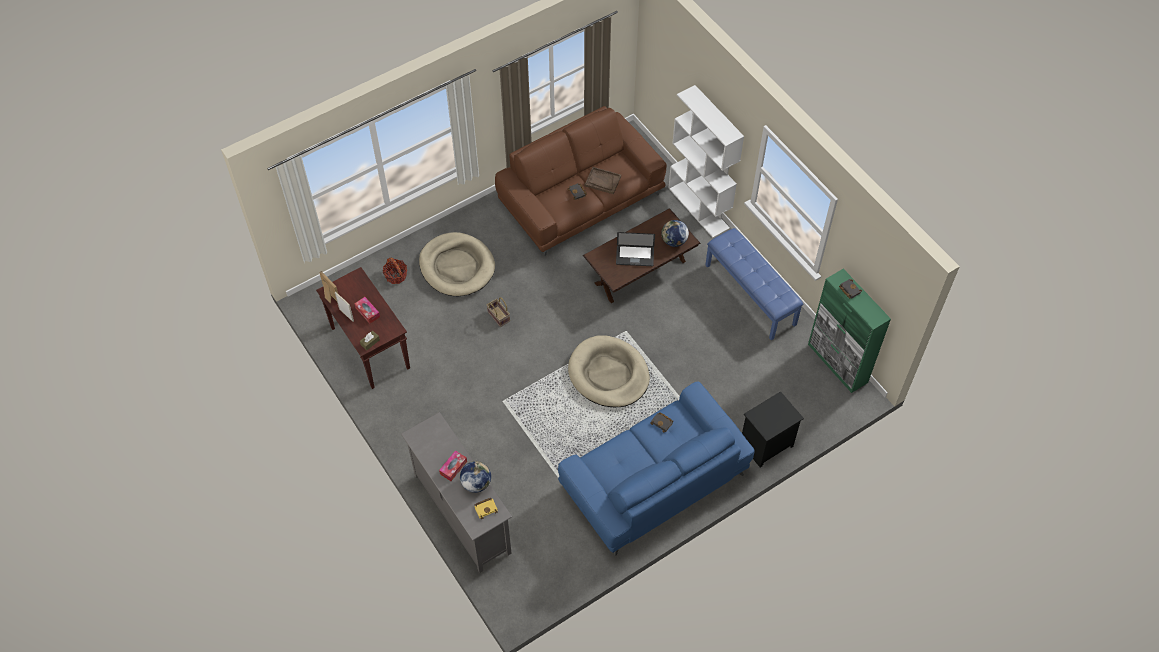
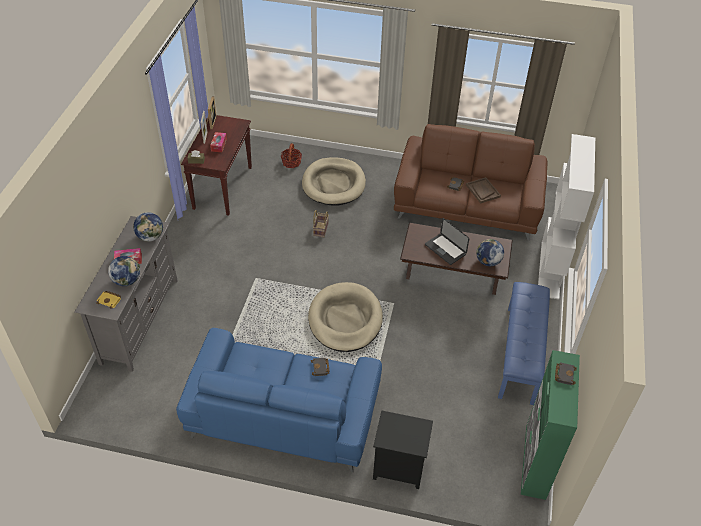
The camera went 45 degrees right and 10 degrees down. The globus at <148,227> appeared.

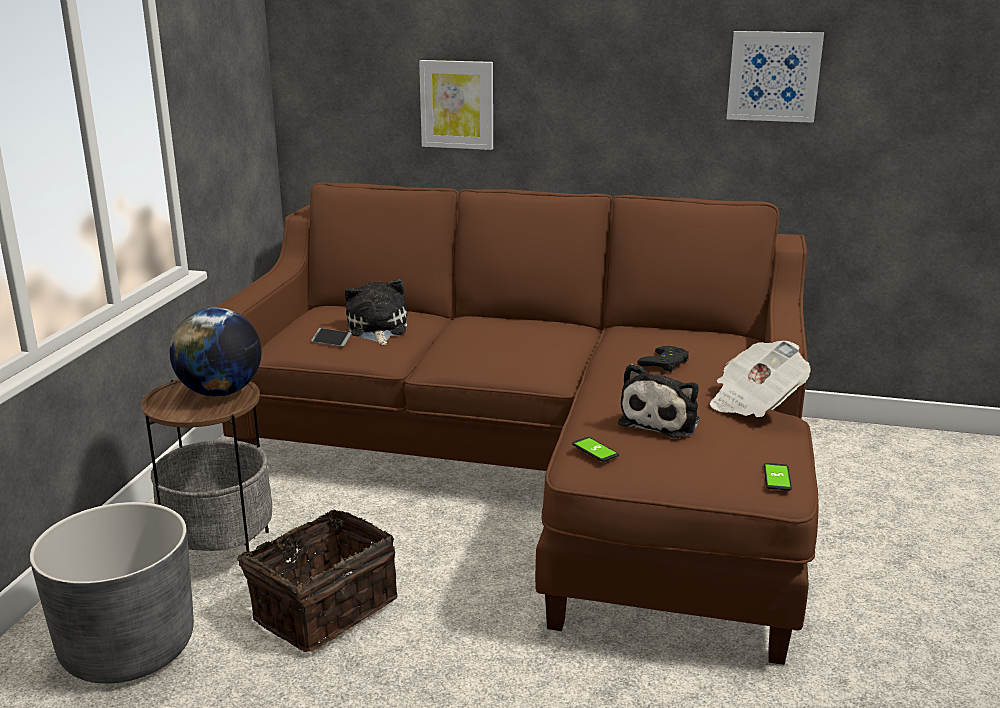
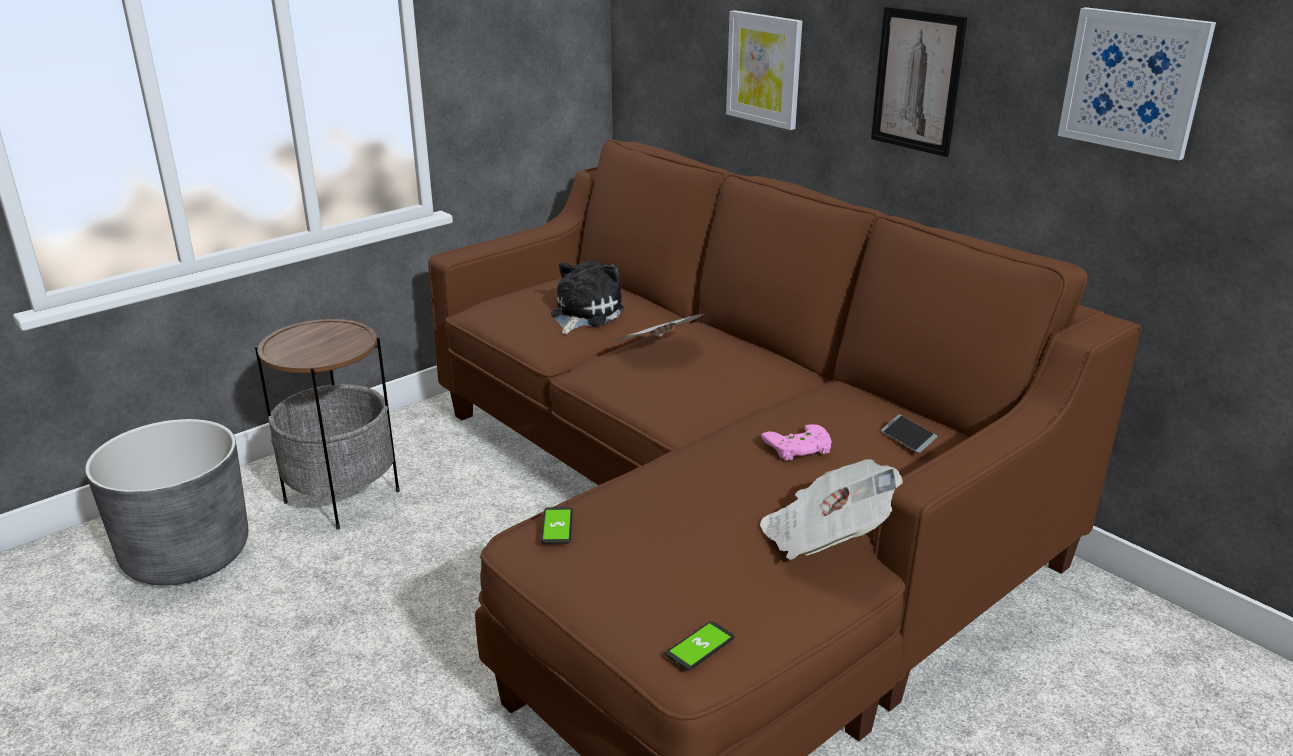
The camera went 35 degrees right and 5 degrees up. The globus at <216,352> disappeared. The telefon moved from <331,337> to <909,434>. The pad do gier [czarny] at <663,359> became the pad do gier [różowy] at <796,442>. The pluszak at <659,401> disappeared. The koszyk at <316,581> disappeared. The obraz at <919,81> appeared. The gazeta at <659,328> appeared.

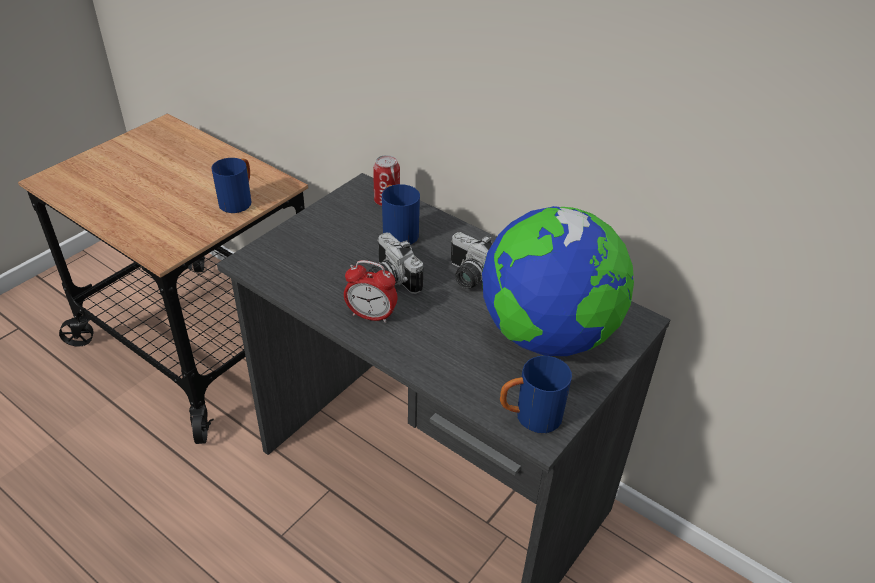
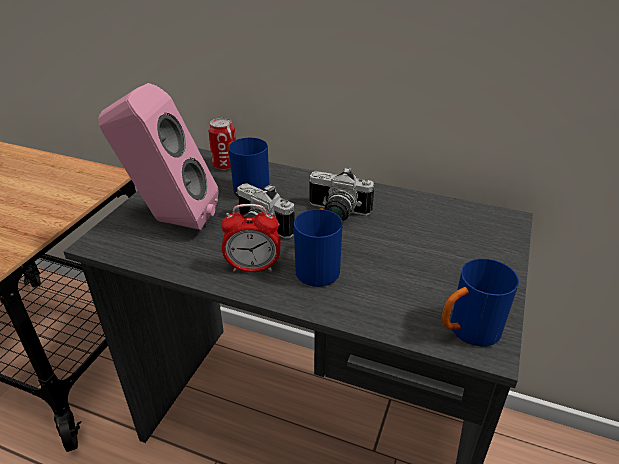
The camera went 15 degrees left and 5 degrees down. The kubek [niebieski] moved from <231,185> to <318,247>. The globus at <558,281> disappeared. The głośnik [różowy] at <158,156> appeared.

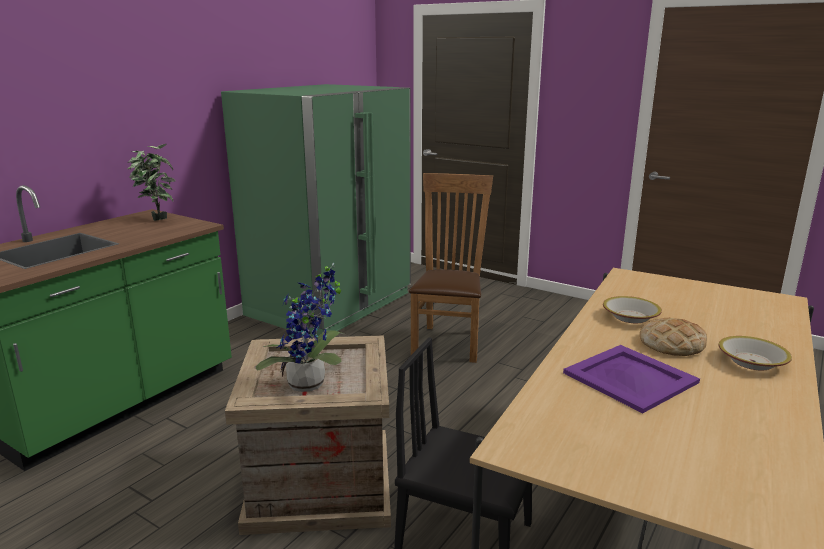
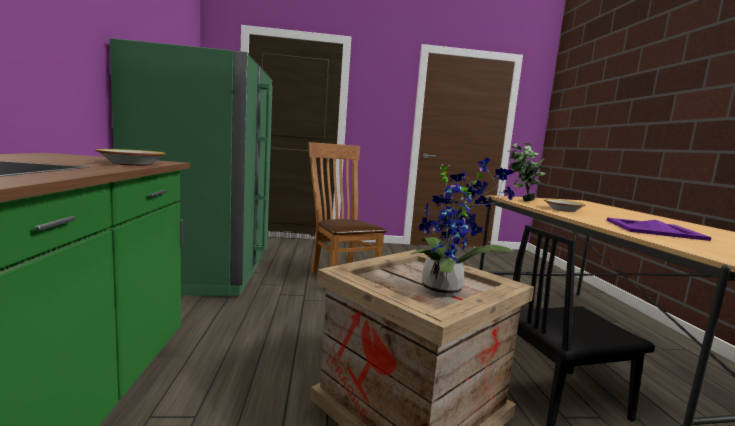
The camera went 40 degrees left and 10 degrees down. The roślina doniczkowa moved from <151,182> to <527,172>. The chleb at <673,337> disappeared. The miska moved from <755,353> to <130,157>.

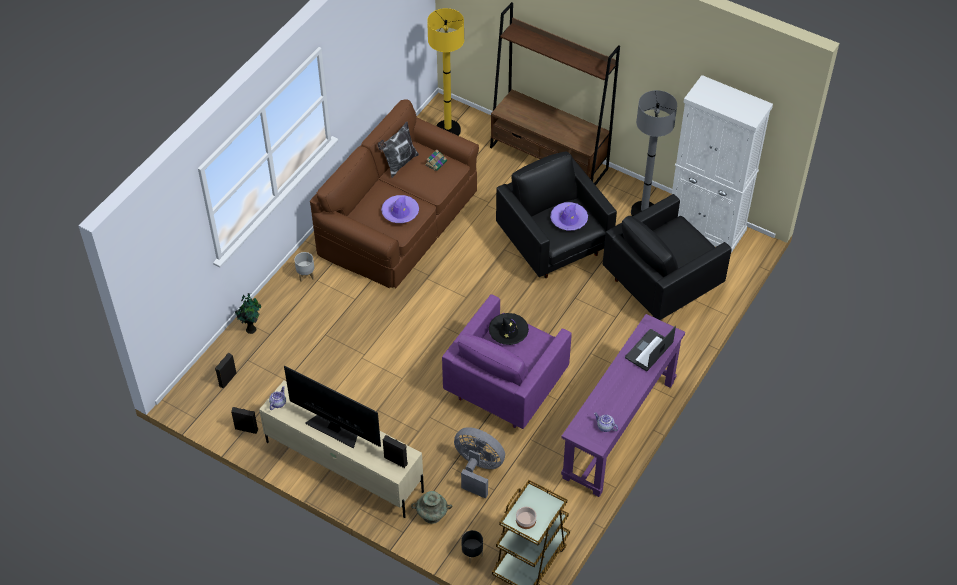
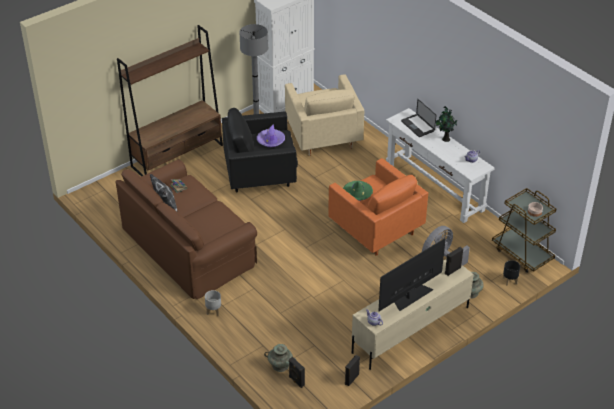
The camera went 70 degrees left and 10 degrees down. The lampa stojąca [żółty] at <445,72> disappeared. The fotel [czarny] at <667,257> became the fotel [beżowy] at <325,115>. The kapelusz [fioletowy] at <400,209> disappeared. The roślina doniczkowa moved from <248,313> to <446,124>. The fotel [fioletowy] at <507,361> became the fotel [pomarańczowy] at <378,207>. The kapelusz [czarny] at <509,329> became the kapelusz [zielony] at <358,191>. The stolik konsolowy [fioletowy] at <623,405> became the stolik konsolowy [biały] at <440,165>. The wazon [turkusowy] at <280,358> appeared.

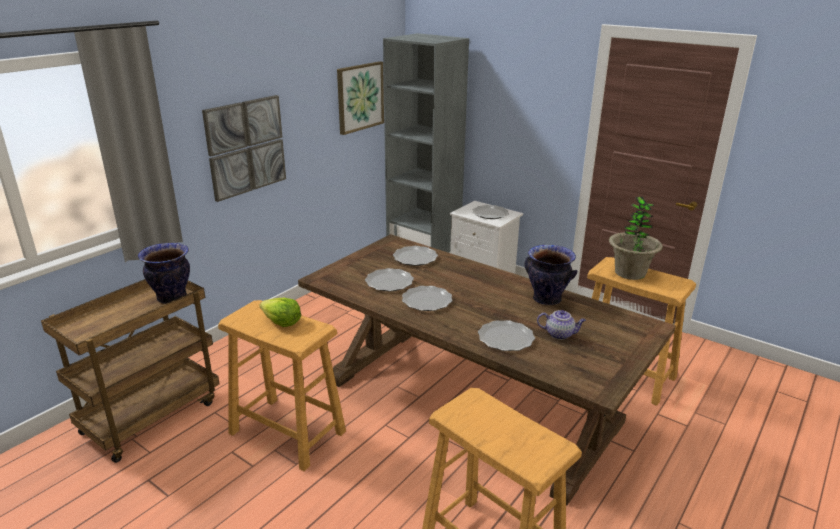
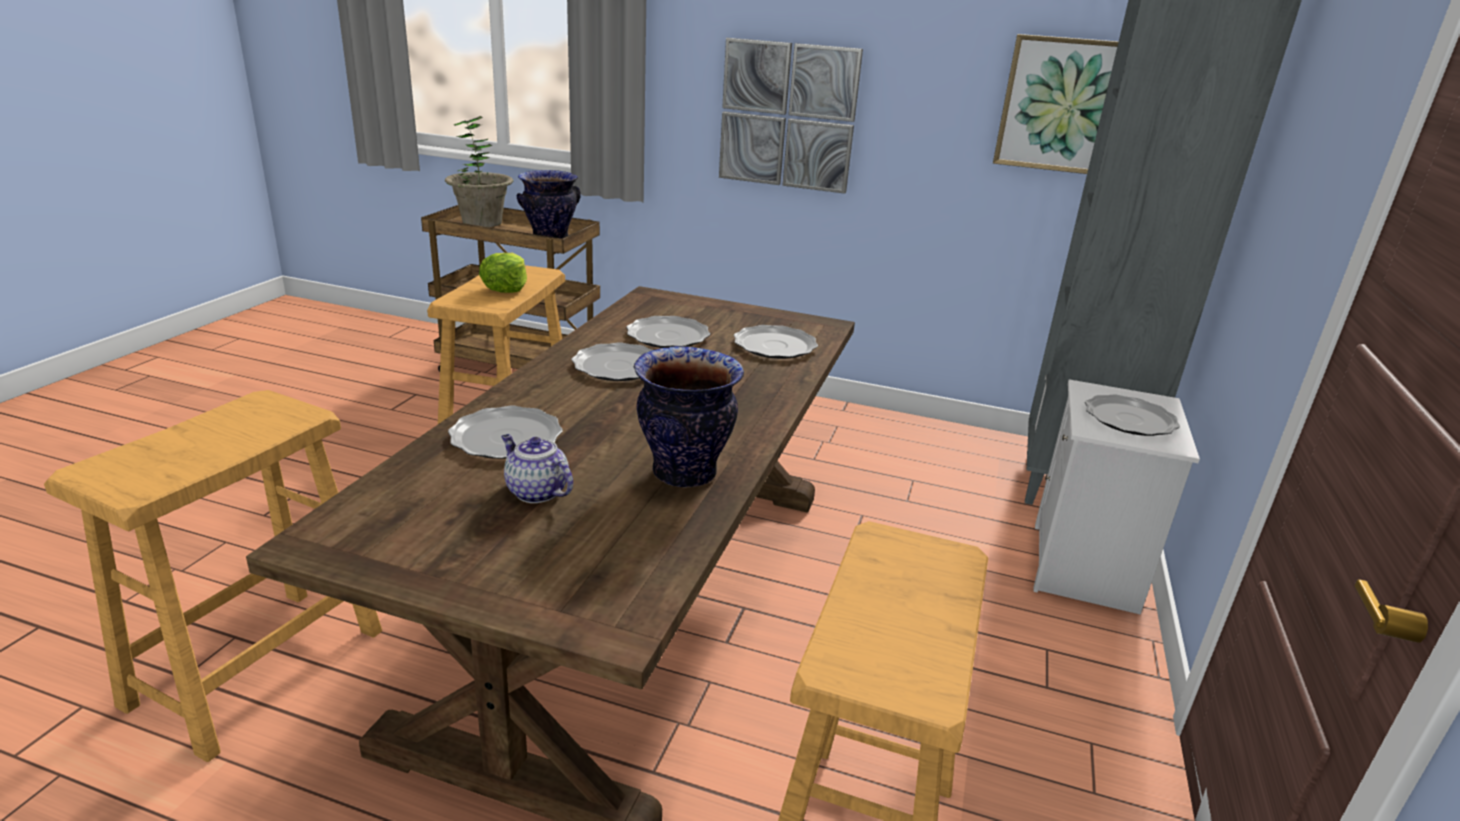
The camera went 70 degrees right and 0 degrees up. The roślina doniczkowa moved from <636,238> to <479,171>. The imbryk at <561,325> turned 135 degrees clockwise.

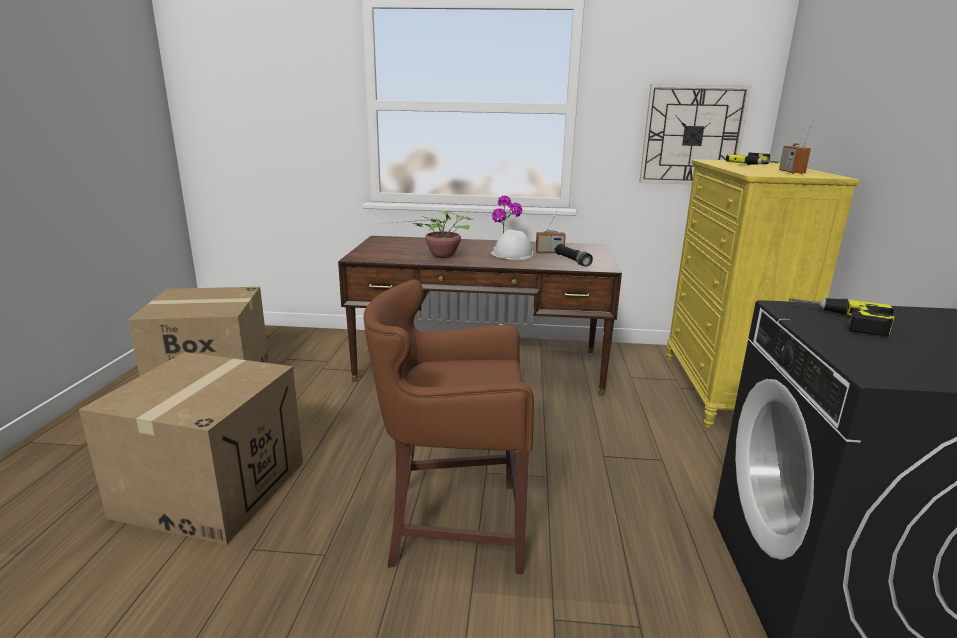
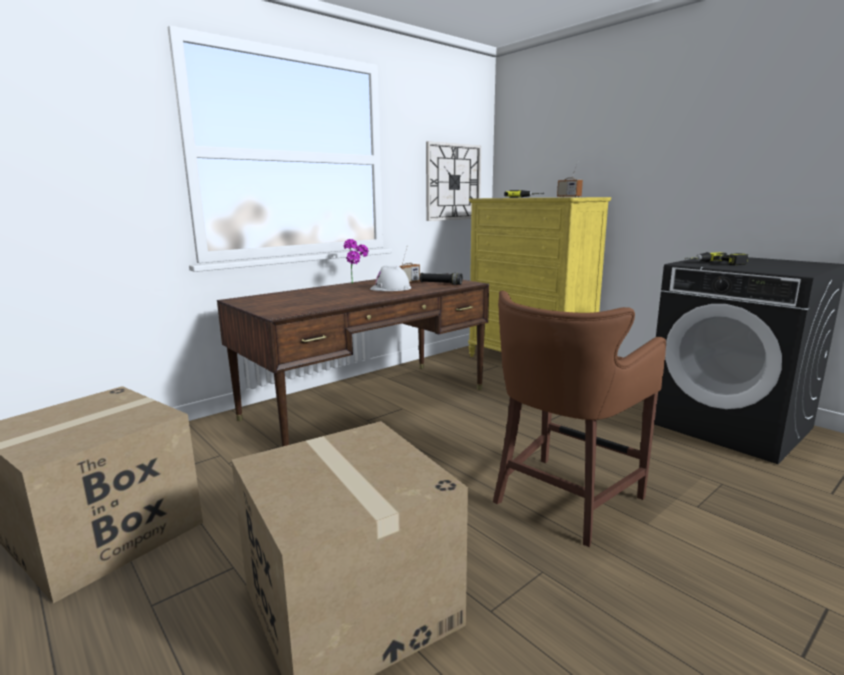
The camera went 45 degrees left and 5 degrees down. The roślina doniczkowa at <429,234> disappeared.

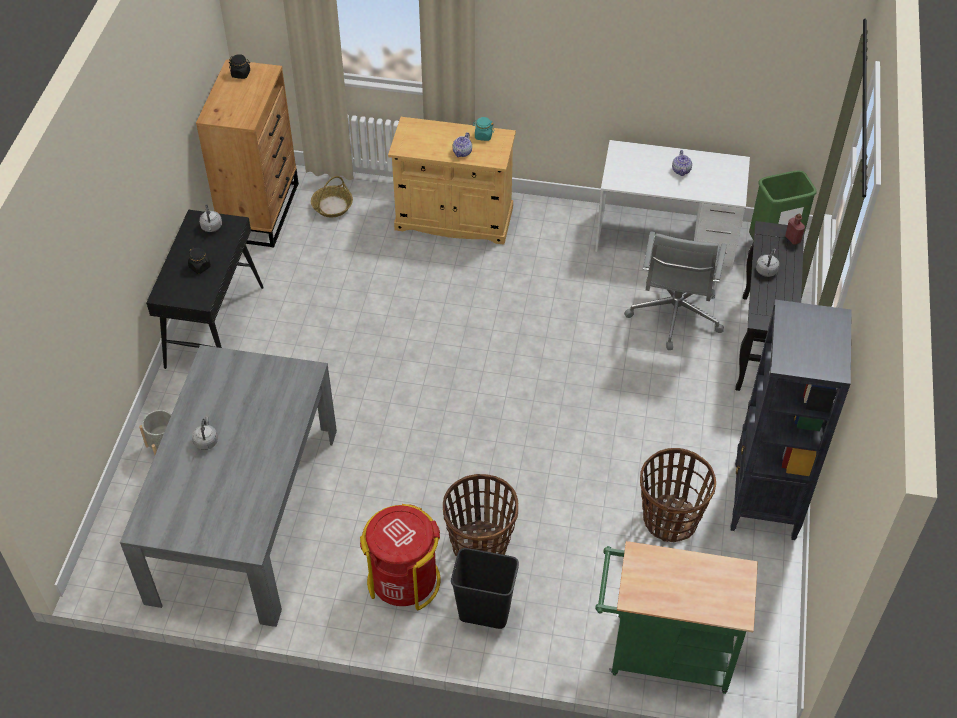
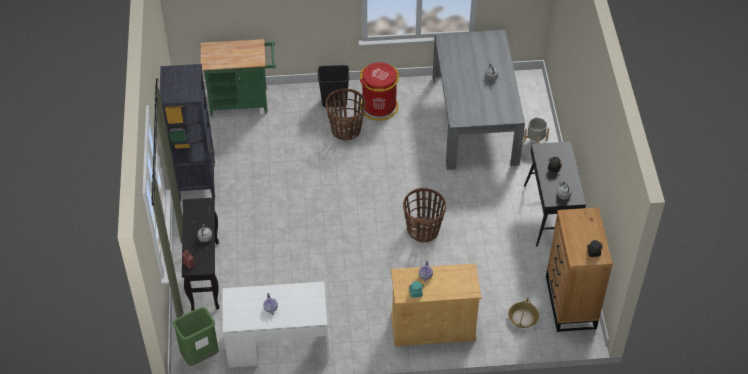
The camera went 165 degrees right and 0 degrees up. The krzesło biurowe [szary] at <675,290> disappeared. The koszyk moved from <678,495> to <424,215>.

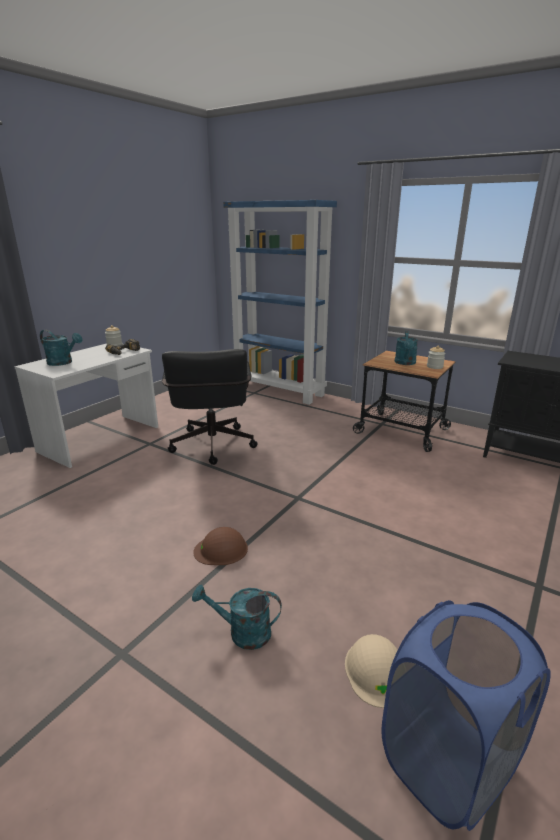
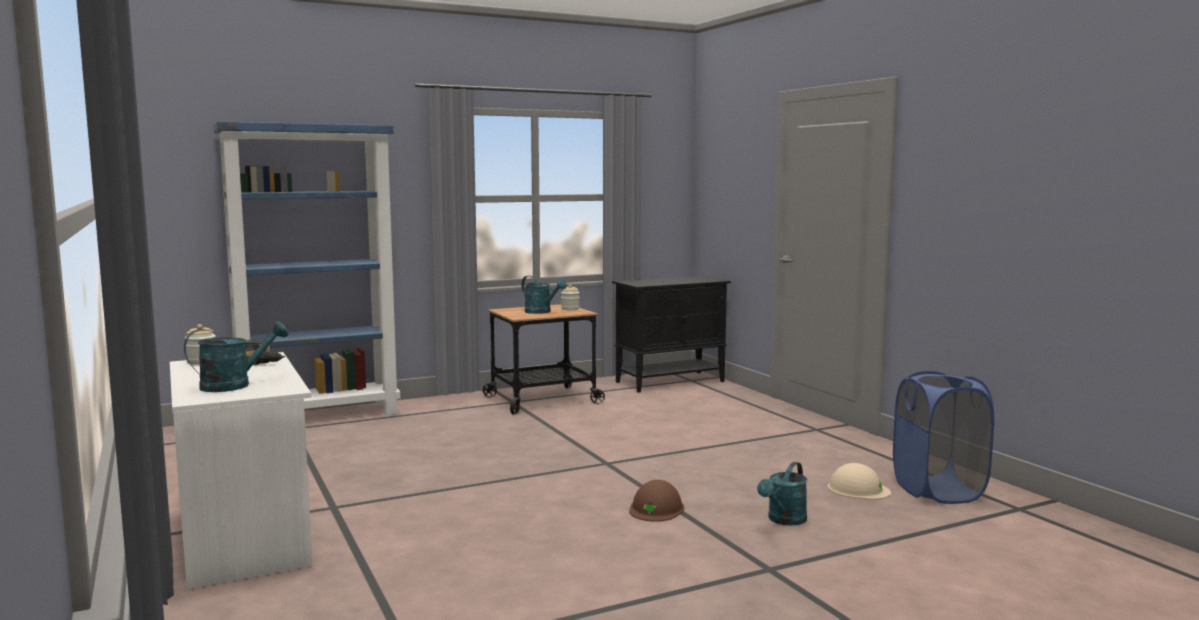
The camera went 60 degrees left and 15 degrees down. The krzesło biurowe [czarny] at <210,407> disappeared.

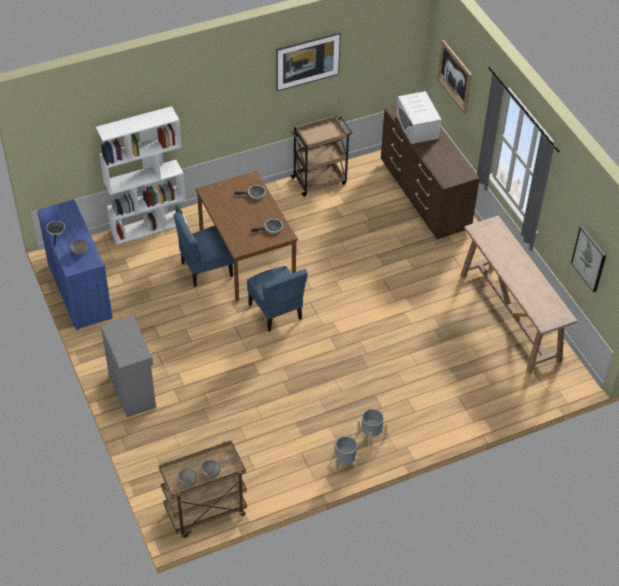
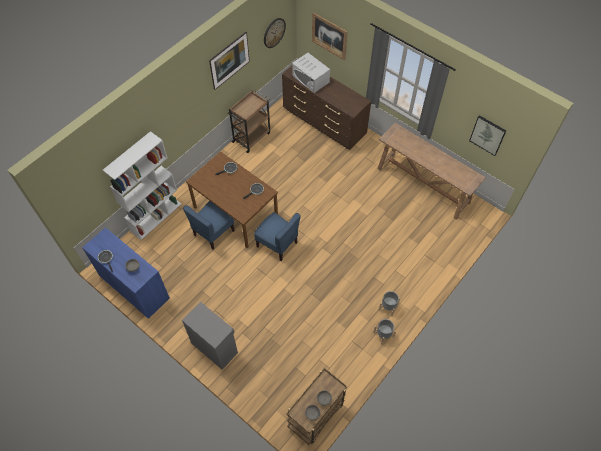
The camera went 25 degrees left and 10 degrees up. The zegar ścienny at <275,33> appeared.

